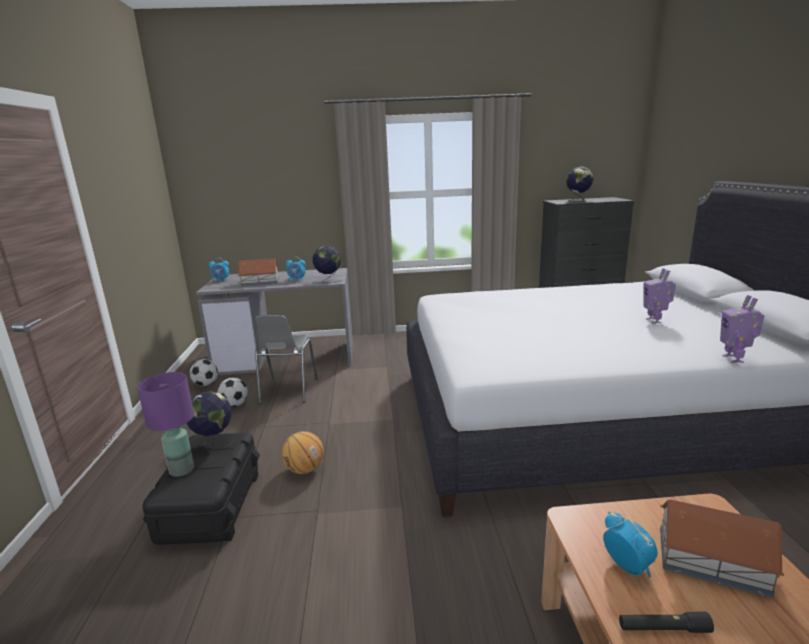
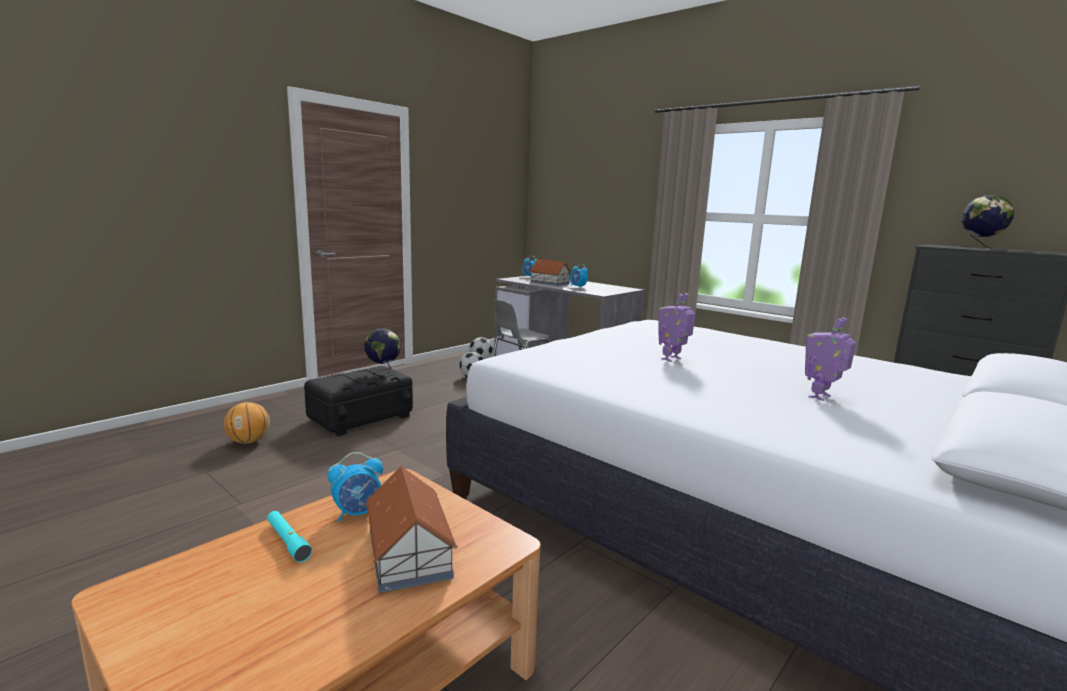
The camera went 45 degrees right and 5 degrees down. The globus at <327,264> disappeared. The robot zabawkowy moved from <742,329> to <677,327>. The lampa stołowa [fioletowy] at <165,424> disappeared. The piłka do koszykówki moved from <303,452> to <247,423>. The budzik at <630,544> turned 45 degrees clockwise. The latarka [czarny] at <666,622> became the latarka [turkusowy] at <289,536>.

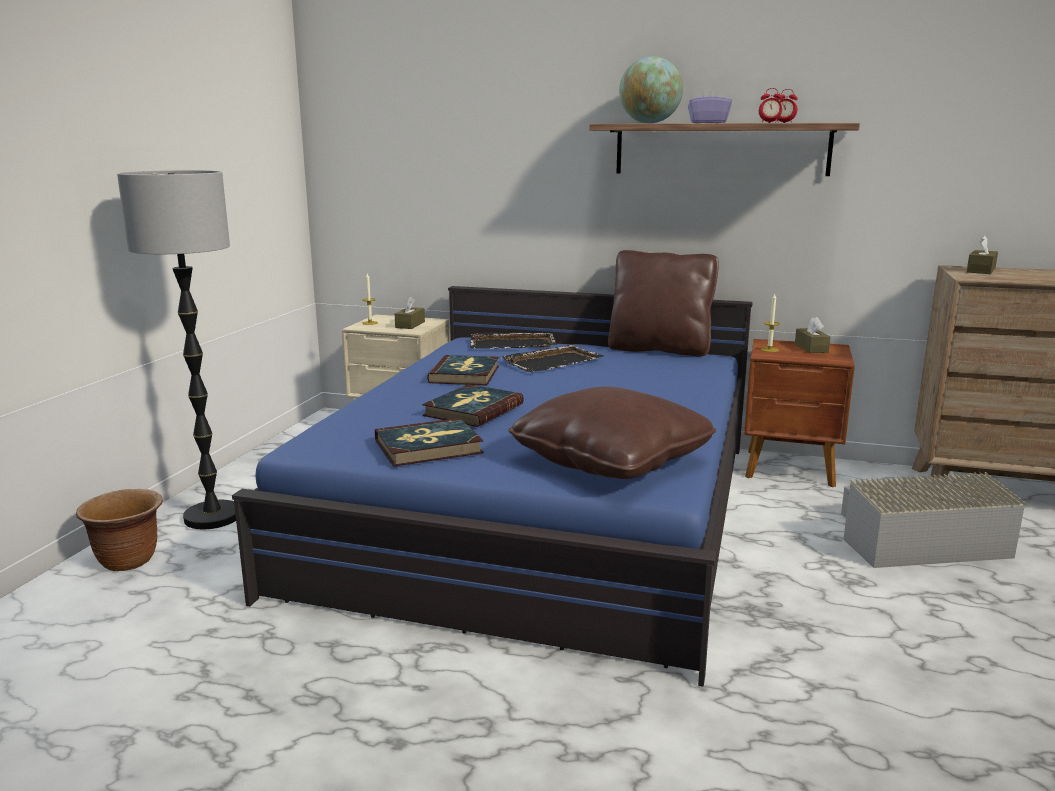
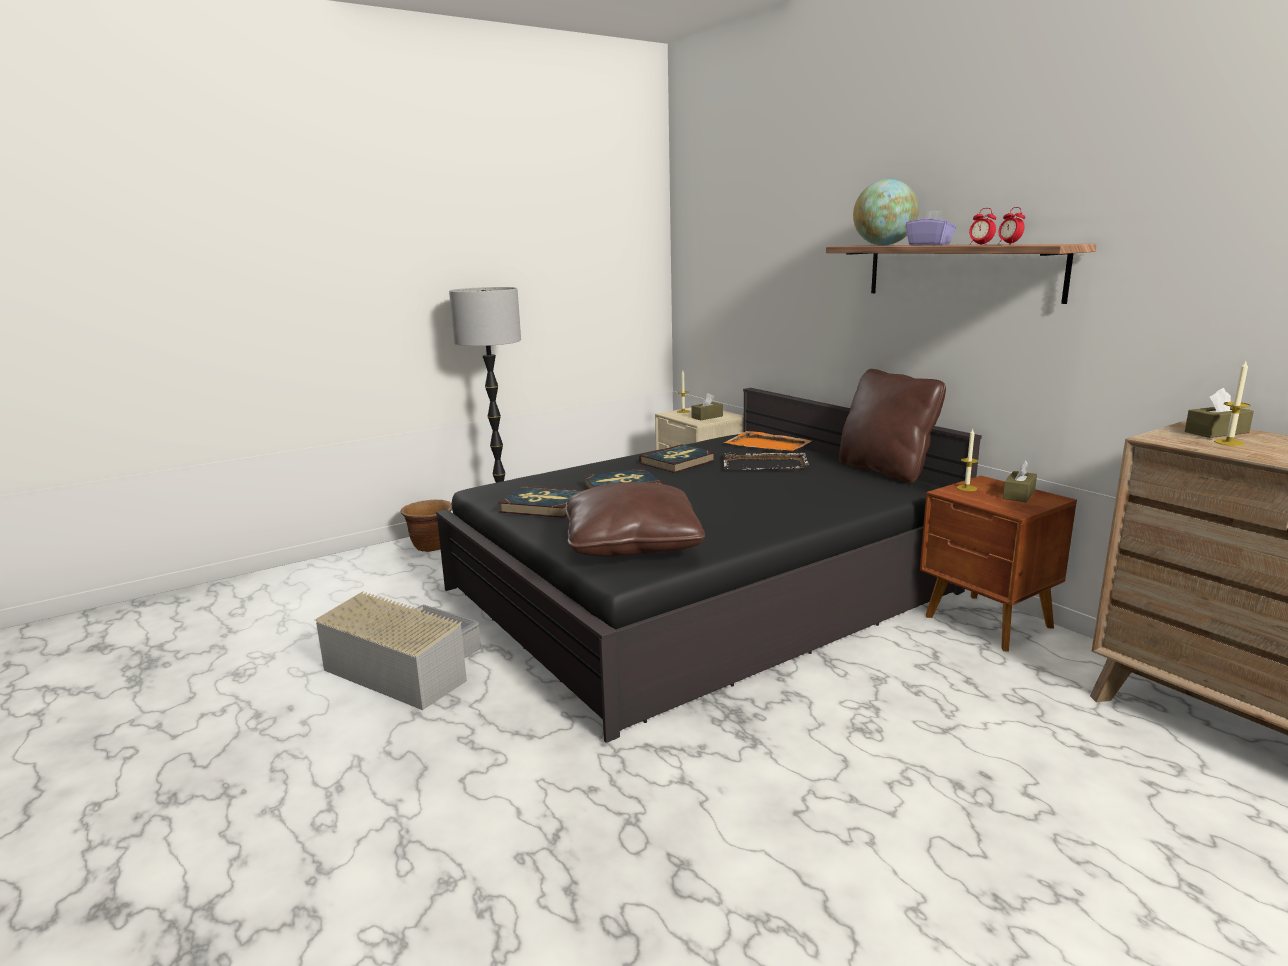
The camera went 40 degrees right and 0 degrees up. The łóżko [niebieski] at <492,486> became the łóżko [czarny] at <709,565>. The taca [czarny] at <513,340> became the taca [pomarańczowy] at <767,441>. The pojemnik do przechowywania [szary] moved from <933,520> to <398,650>. The świeca at <1232,403> appeared.

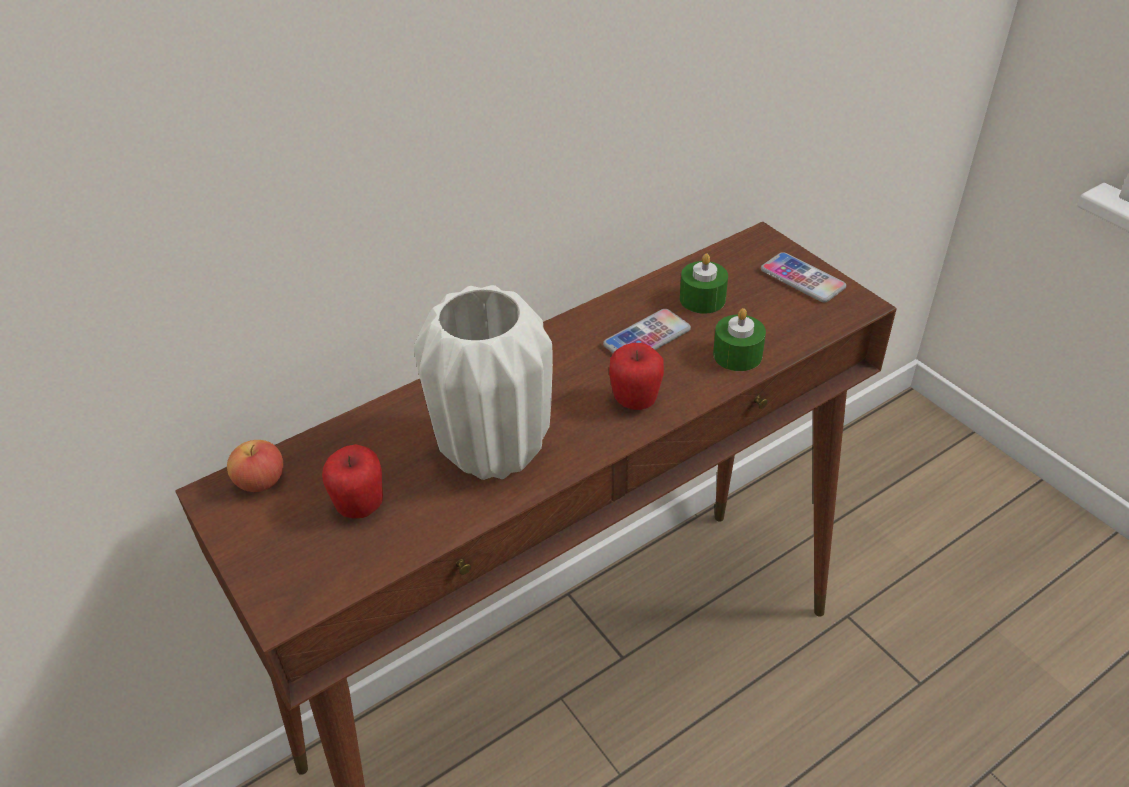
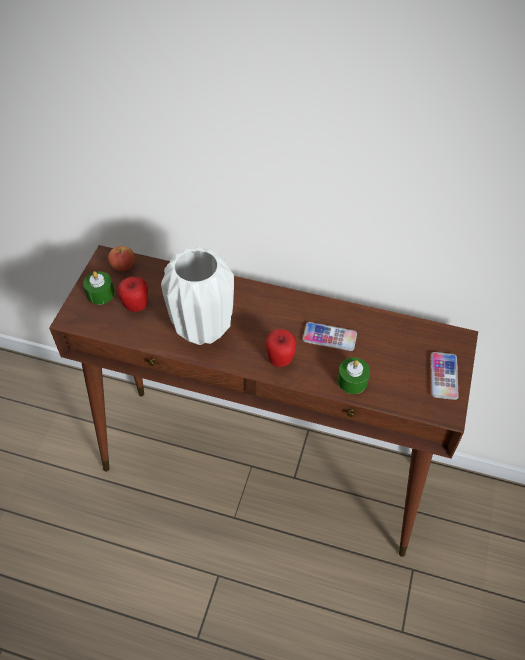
The camera went 50 degrees right and 10 degrees up. The świeca [zielony] moved from <704,283> to <99,288>.

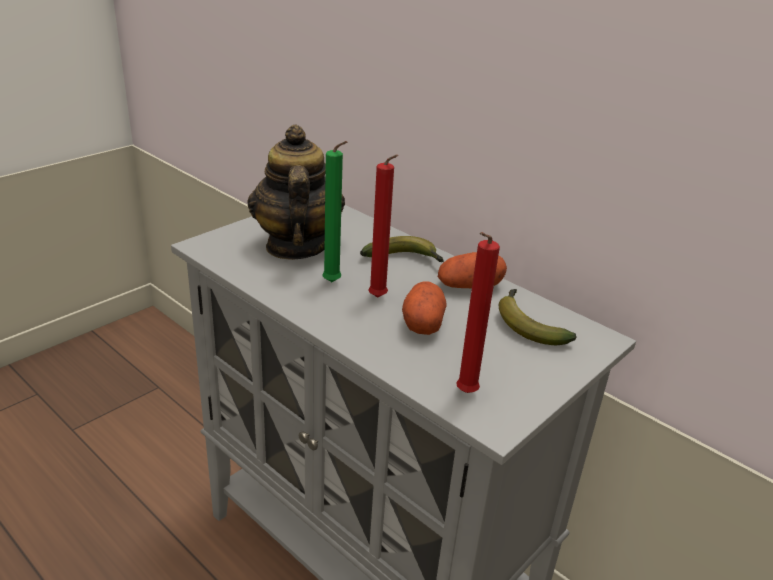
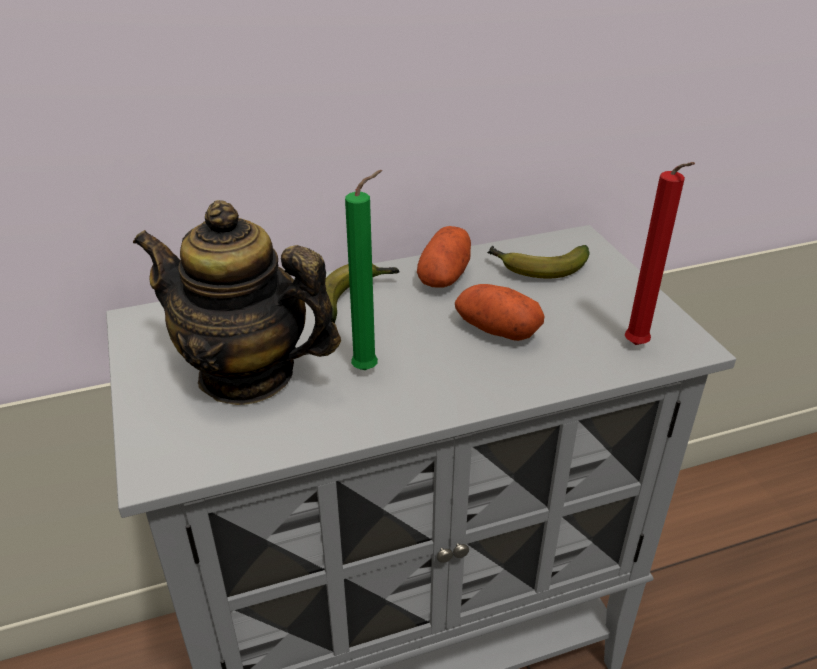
The camera went 60 degrees left and 5 degrees up. The świeca [czerwony] at <383,226> disappeared.

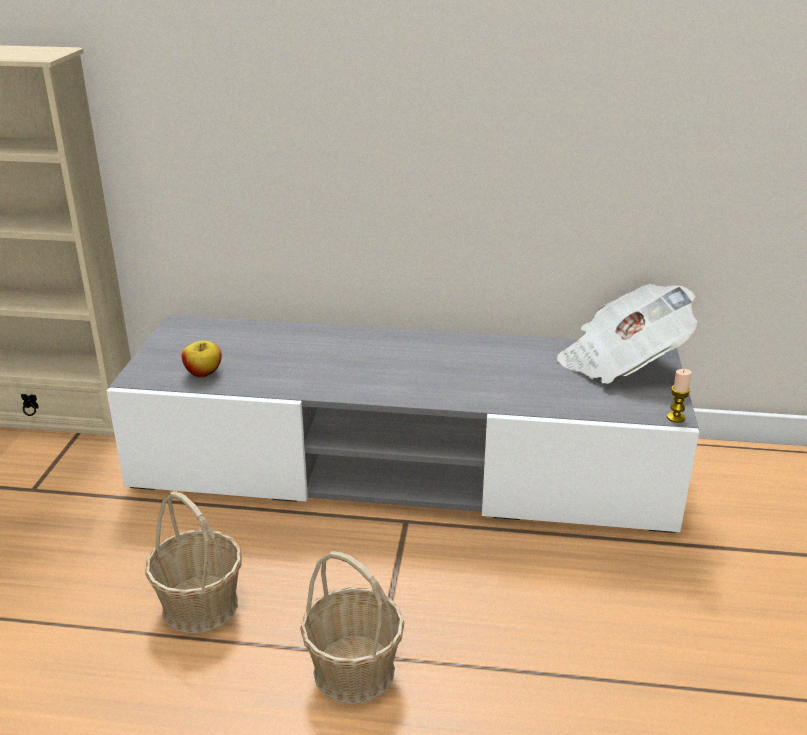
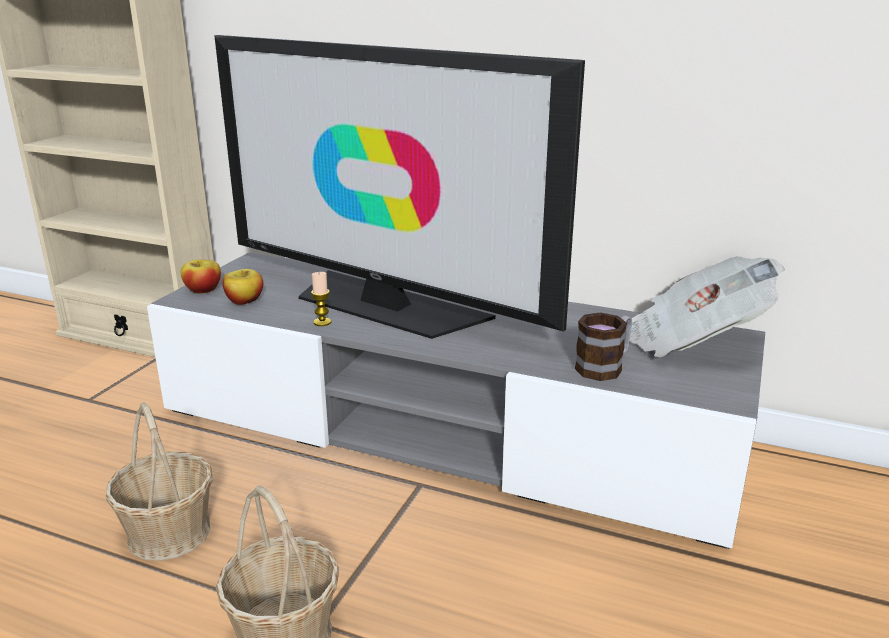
The camera went 15 degrees right and 5 degrees down. The świeca moved from <679,396> to <321,299>. The telewizor at <399,187> appeared. The jabłko at <201,276> appeared. The kubek at <603,346> appeared.

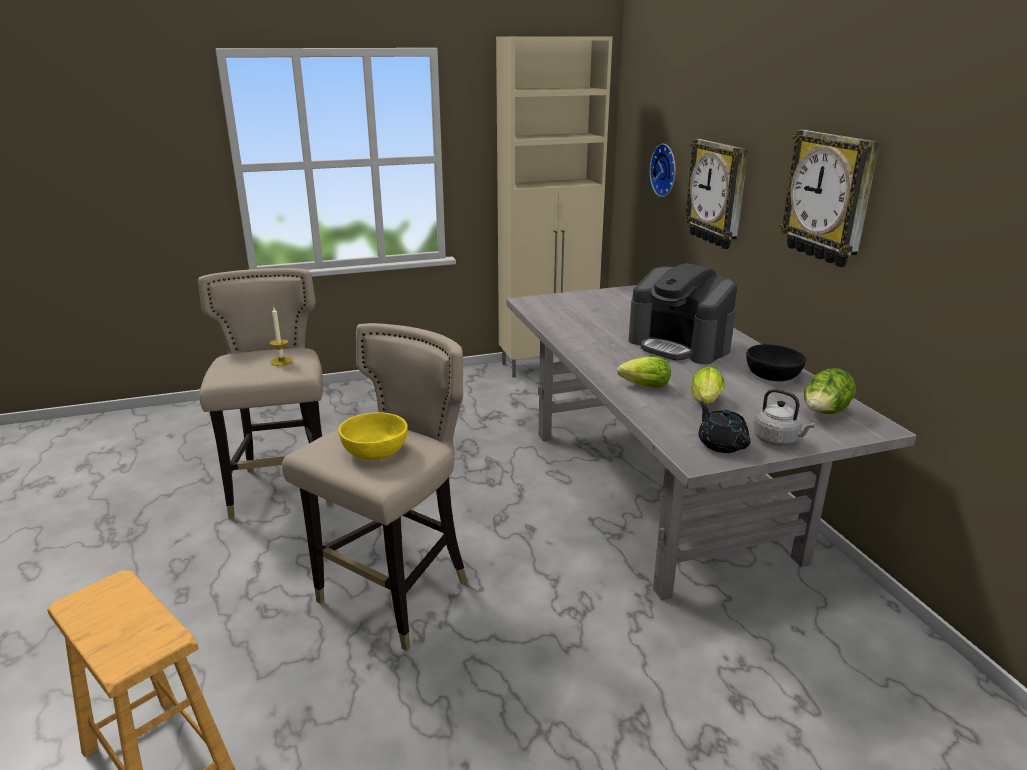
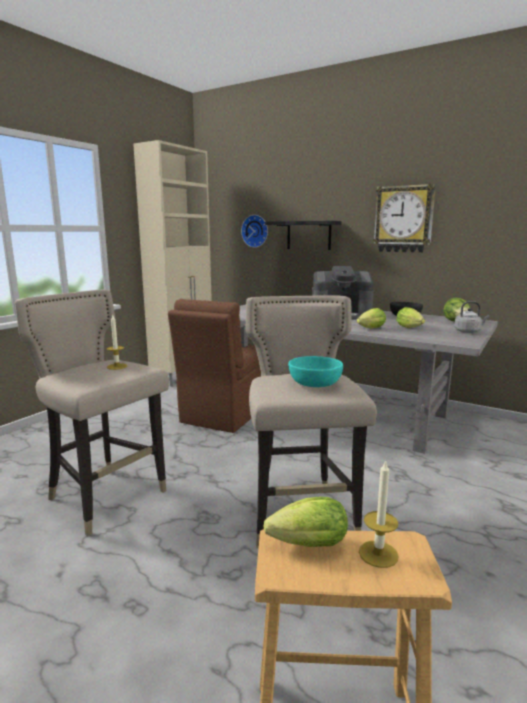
The camera went 40 degrees left and 10 degrees down. The zegar ścienny at <716,194> was replaced by the półka [czarny] at <303,235>. The imbryk [czarny] at <724,427> disappeared. The miska [żółty] at <373,436> became the miska [turkusowy] at <315,371>. The krzesło [brązowy] at <214,366> appeared. The świeca at <379,514> appeared. The sałata at <305,522> appeared.

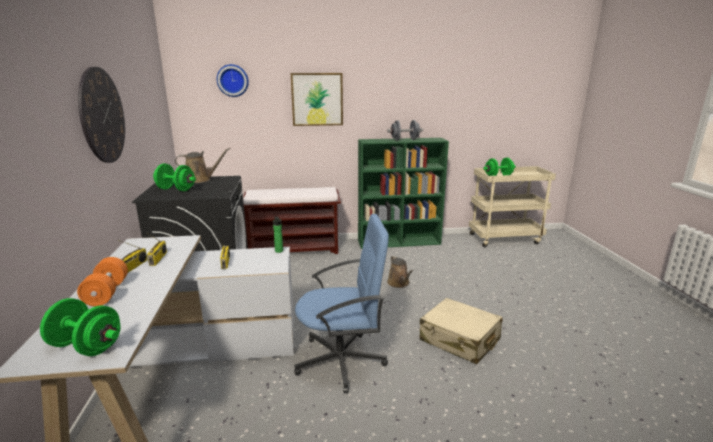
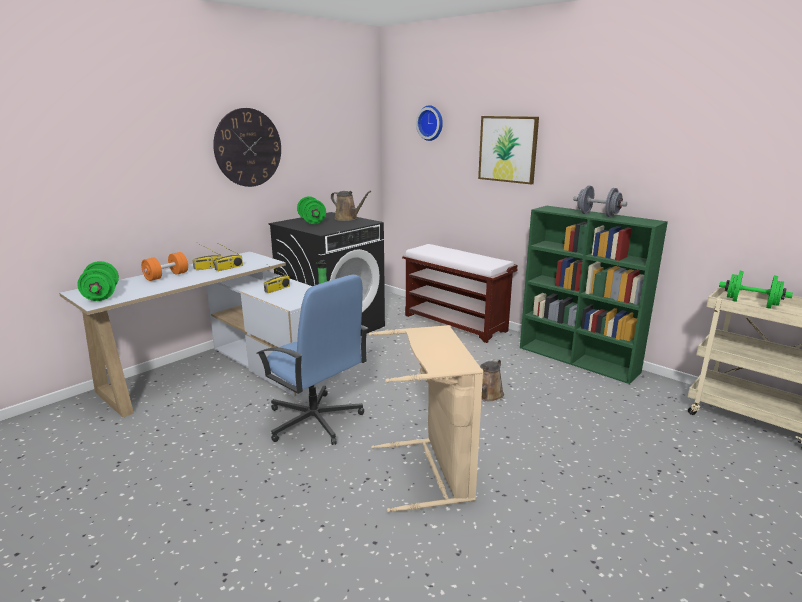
The camera went 50 degrees right and 0 degrees up. The walizka [beżowy] at <461,331> was replaced by the kosz na pranie [beżowy] at <426,418>.

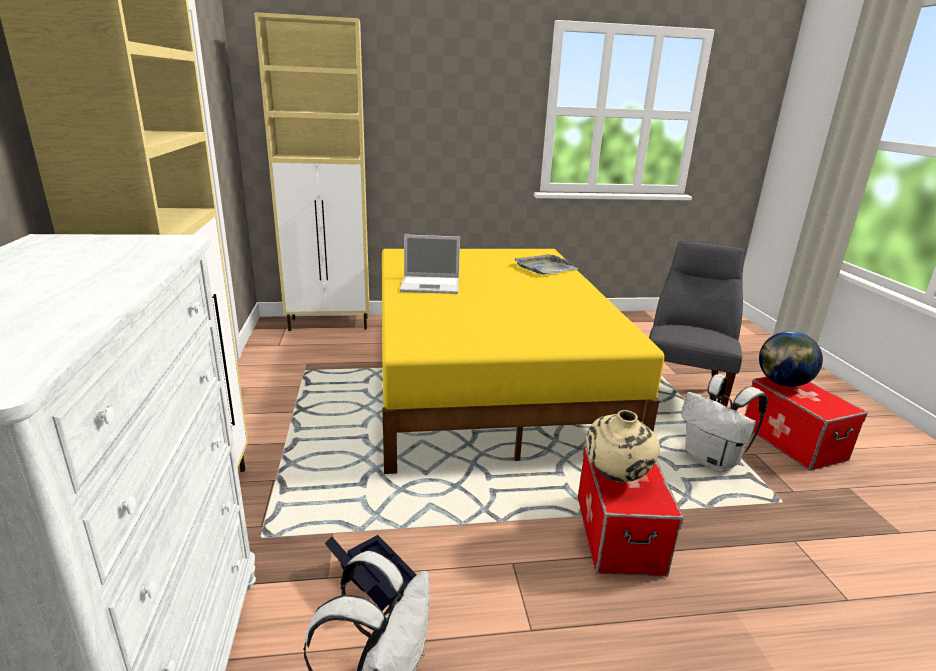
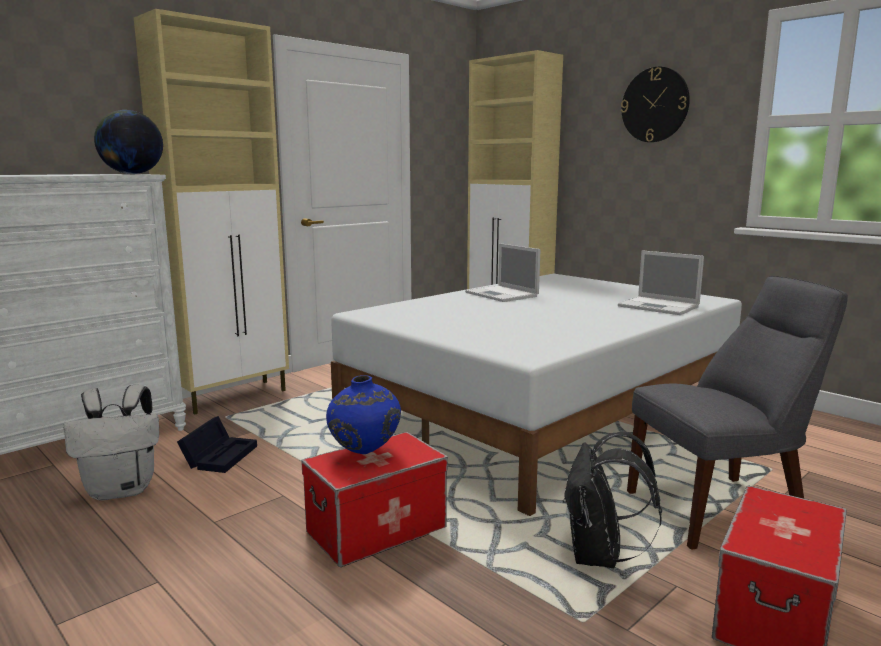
The camera went 55 degrees right and 10 degrees down. The łóżko [żółty] at <523,361> became the łóżko [biały] at <536,395>. The taca [szary] at <546,264> was replaced by the laptop at <661,282>. The globus moved from <791,359> to <128,142>. The plecak [biały] at <724,423> became the plecak [czarny] at <612,500>. The wazon [beżowy] at <623,446> became the wazon [niebieski] at <363,414>. The zegar ścienny at <655,104> appeared.

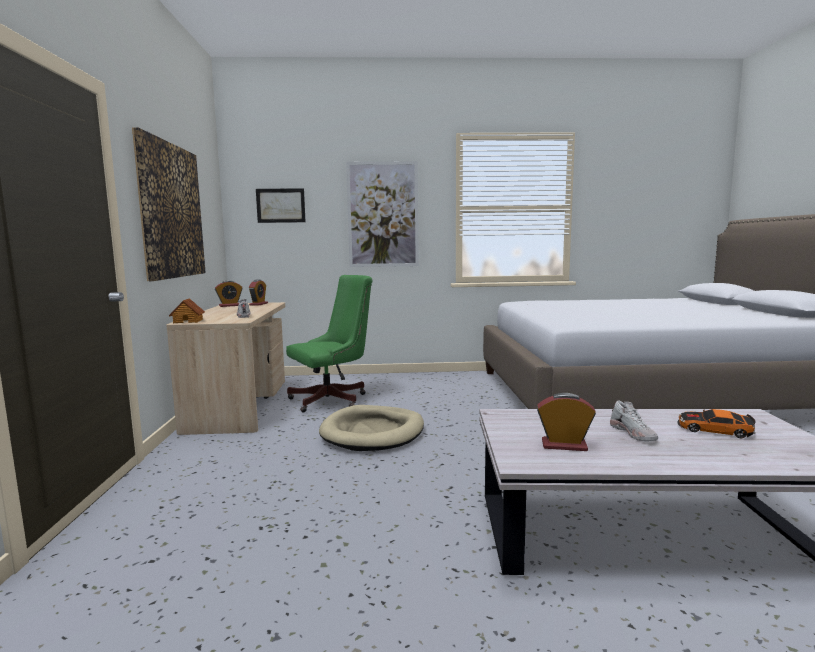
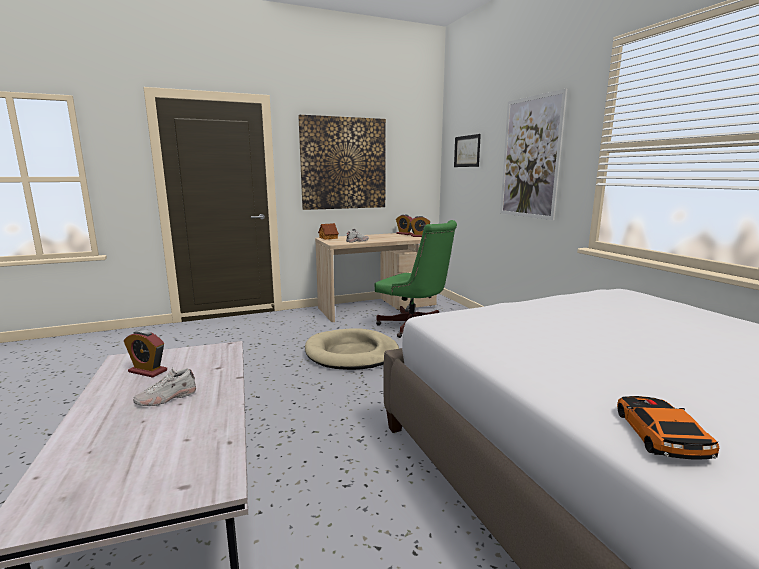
The camera went 70 degrees right and 5 degrees up. The budzik at <566,422> turned 120 degrees clockwise. The samochodzik moved from <716,423> to <668,427>.

